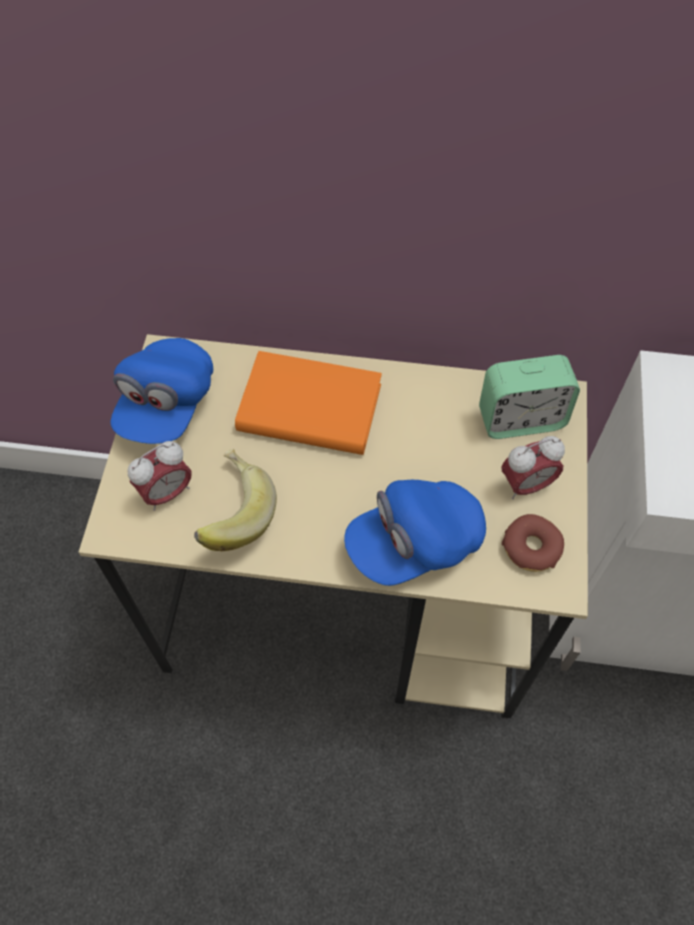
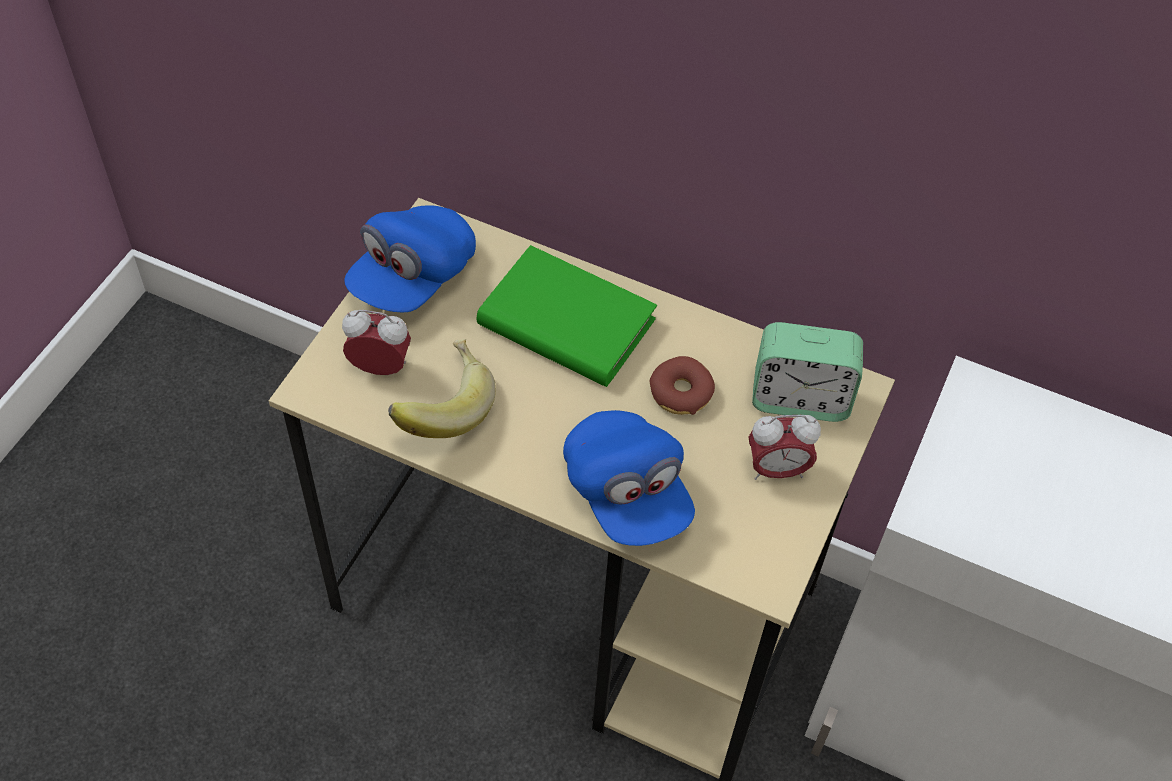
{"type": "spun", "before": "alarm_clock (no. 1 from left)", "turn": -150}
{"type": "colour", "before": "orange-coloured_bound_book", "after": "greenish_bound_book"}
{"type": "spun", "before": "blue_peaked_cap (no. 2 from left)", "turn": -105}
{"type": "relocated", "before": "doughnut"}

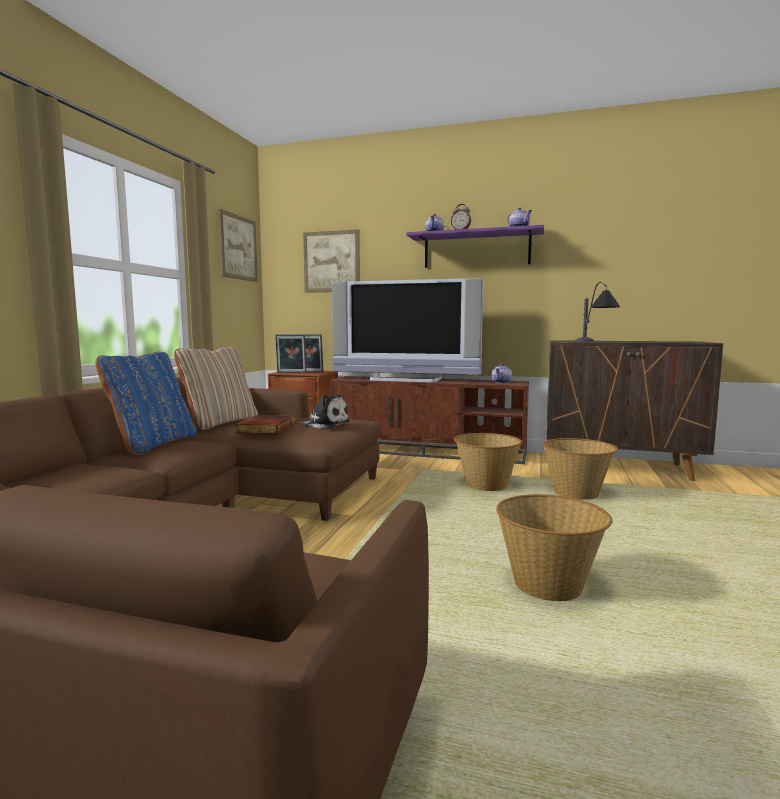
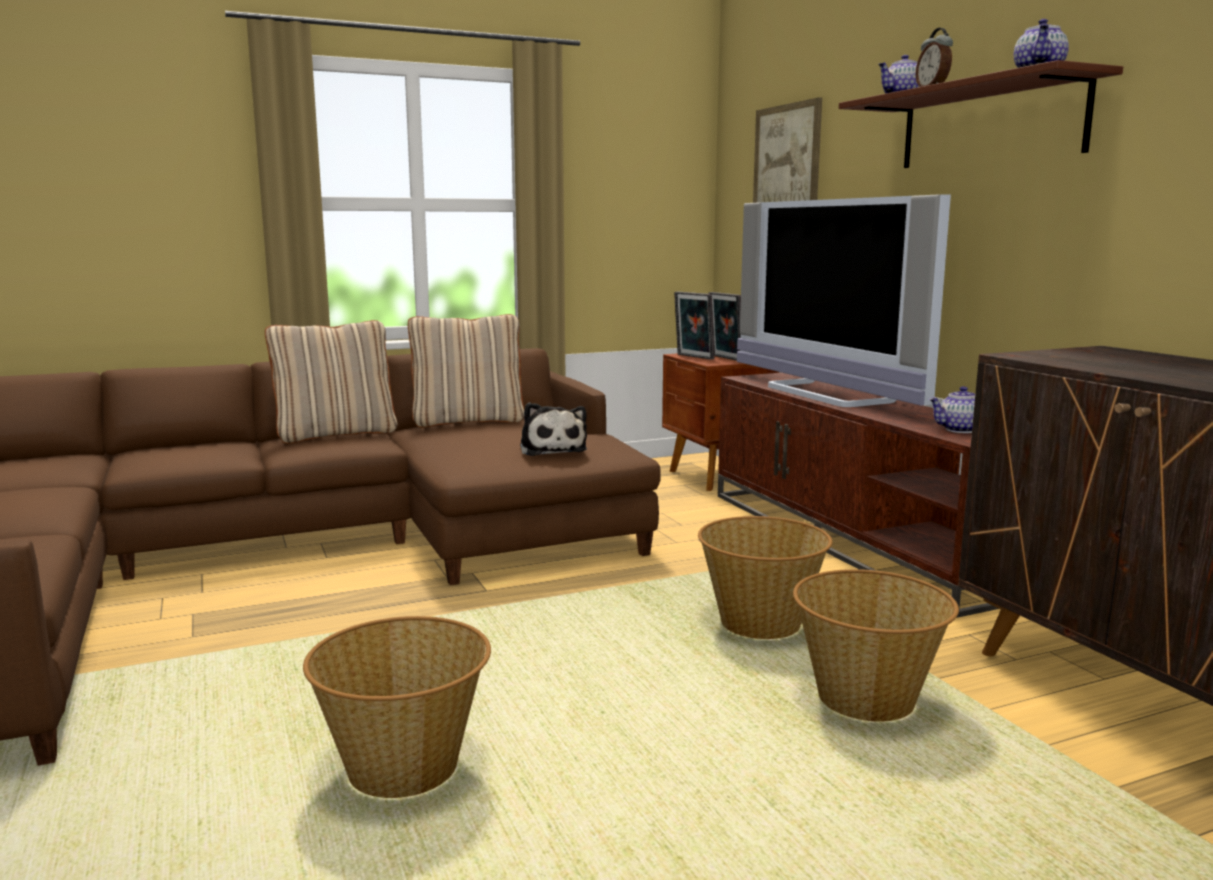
{"type": "colour", "before": "blue_throw_pillow", "after": "beige-coloured_throw_pillow (no. 1 from left)"}
{"type": "missing", "before": "picture (no. 1 from left)"}
{"type": "missing", "before": "bound_book"}
{"type": "colour", "before": "purplish_wall_shelf", "after": "brown-coloured_wall_shelf"}
{"type": "missing", "before": "lamp_for_a_table"}

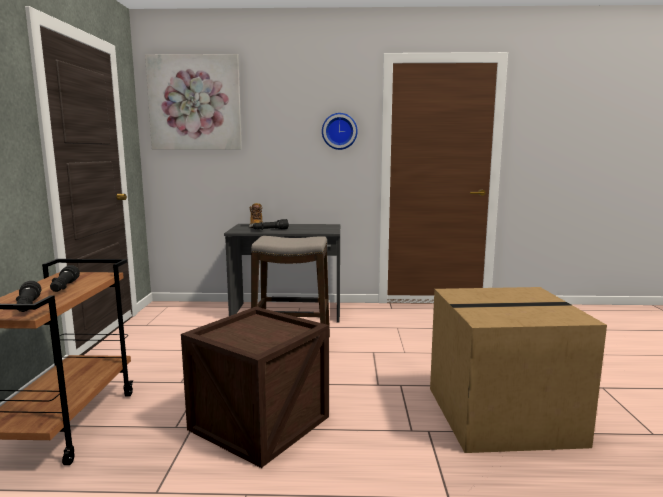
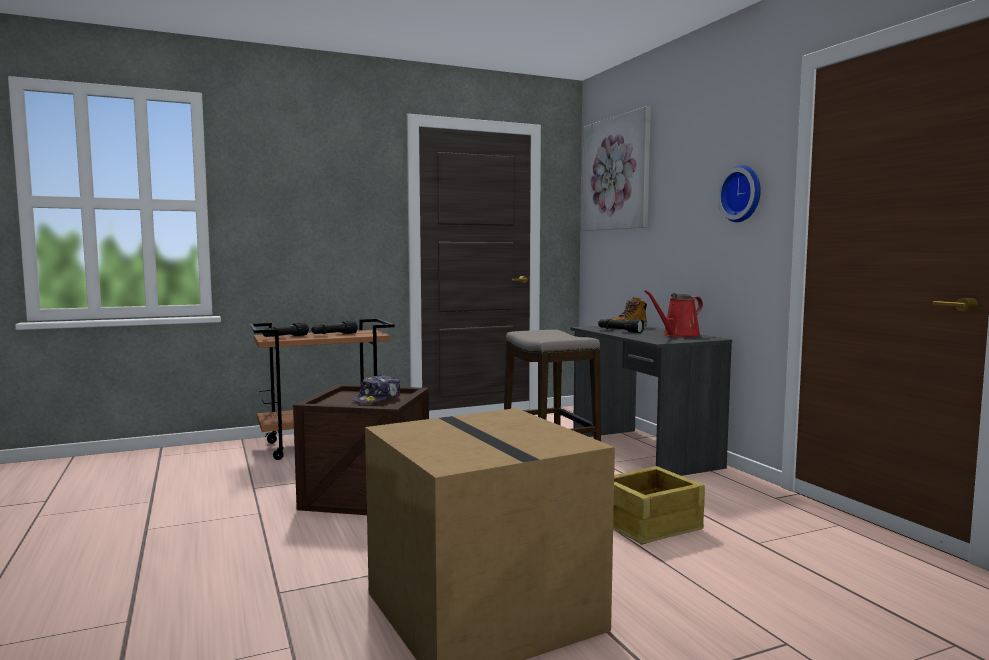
{"type": "appeared", "after": "peaked_cap"}
{"type": "appeared", "after": "packing_crate (no. 2 from left)"}
{"type": "appeared", "after": "red_sprinkling_can"}

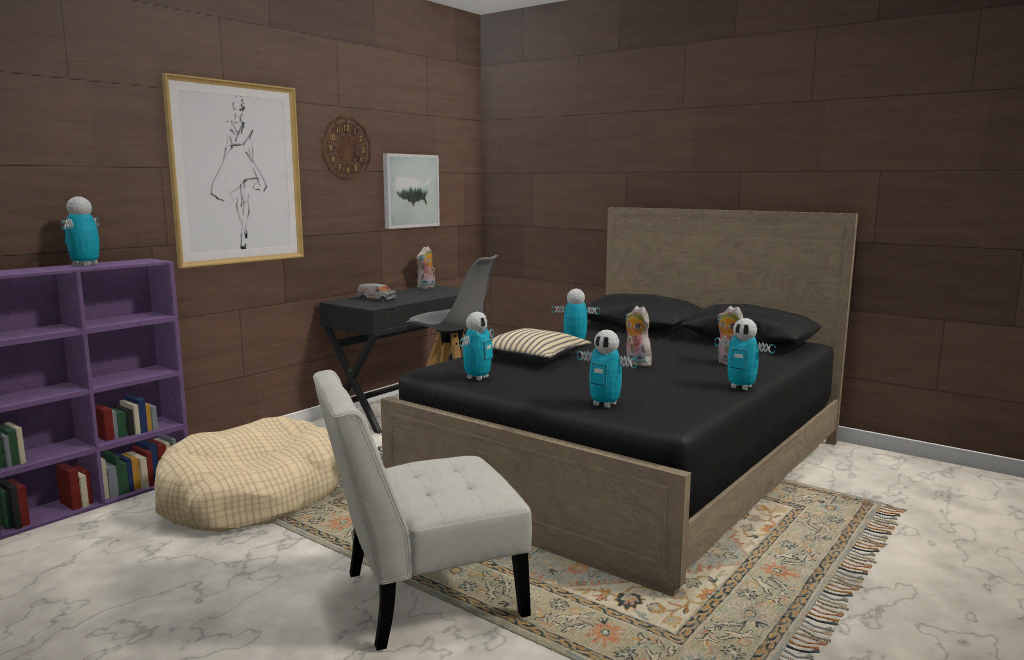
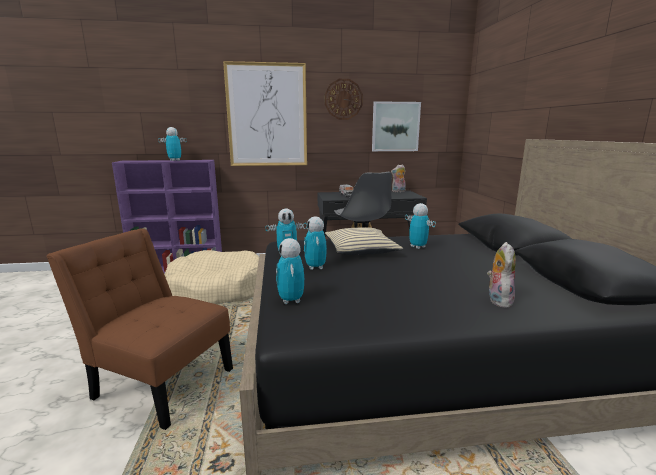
{"type": "colour", "before": "whitish_chair", "after": "brown-coloured_chair"}
{"type": "missing", "before": "soft_toy (no. 2 from left)"}
{"type": "relocated", "before": "model_robot (no. 5 from left in the first image)", "after": "model_robot (no. 4 from left)"}

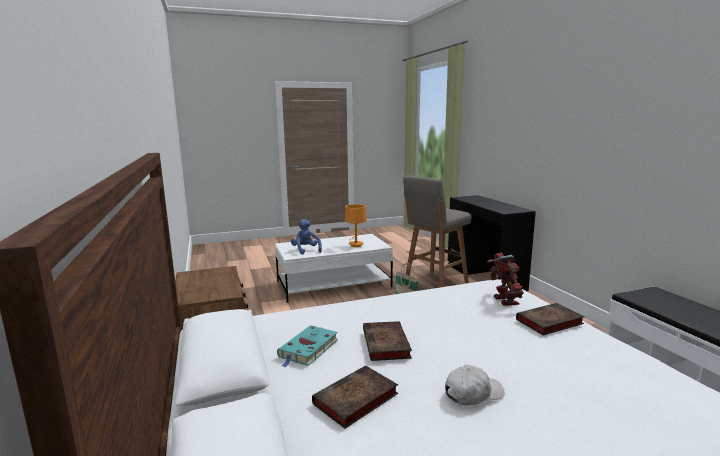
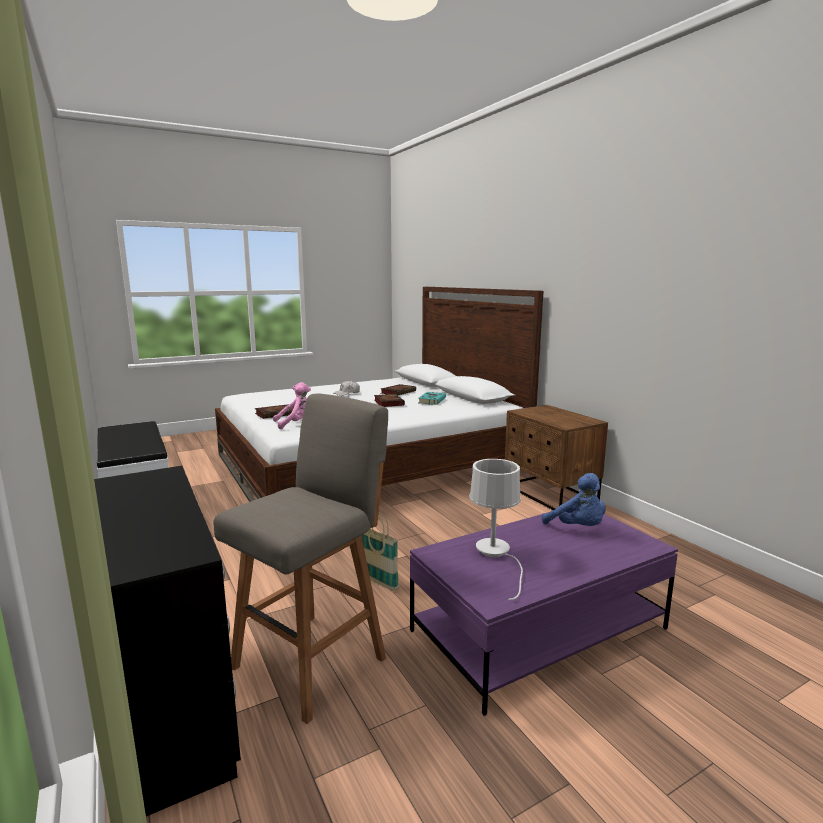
{"type": "colour", "before": "whitish_lounge_table", "after": "purplish_lounge_table"}
{"type": "colour", "before": "orange-coloured_lamp_for_a_table", "after": "whitish_lamp_for_a_table"}
{"type": "exchanged", "before": "model_robot", "after": "pinkish_soft_toy"}

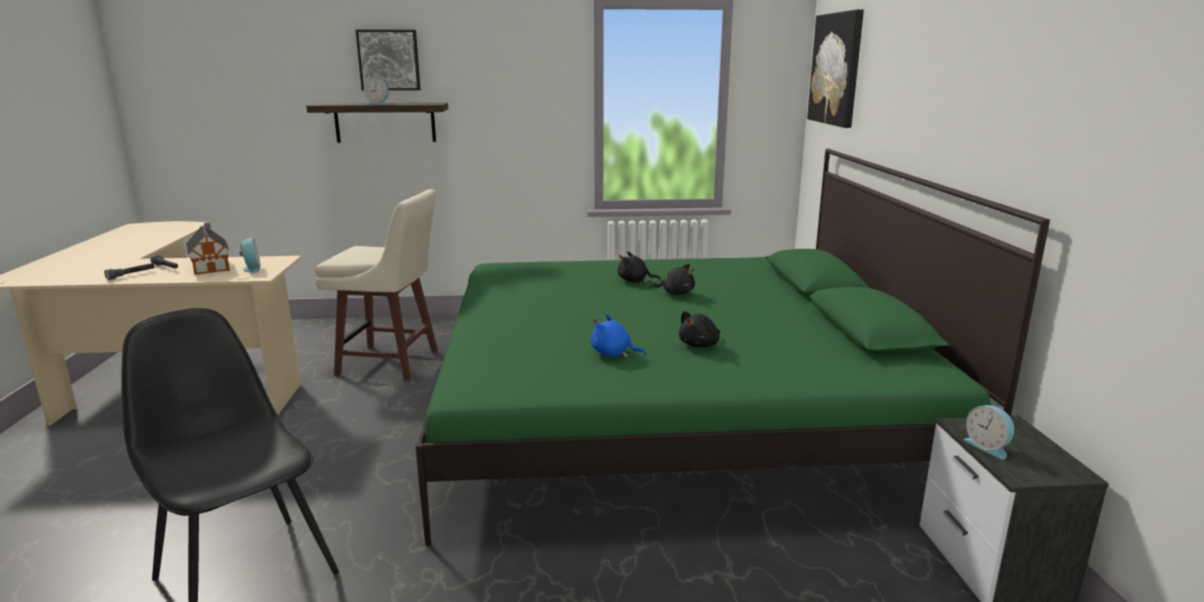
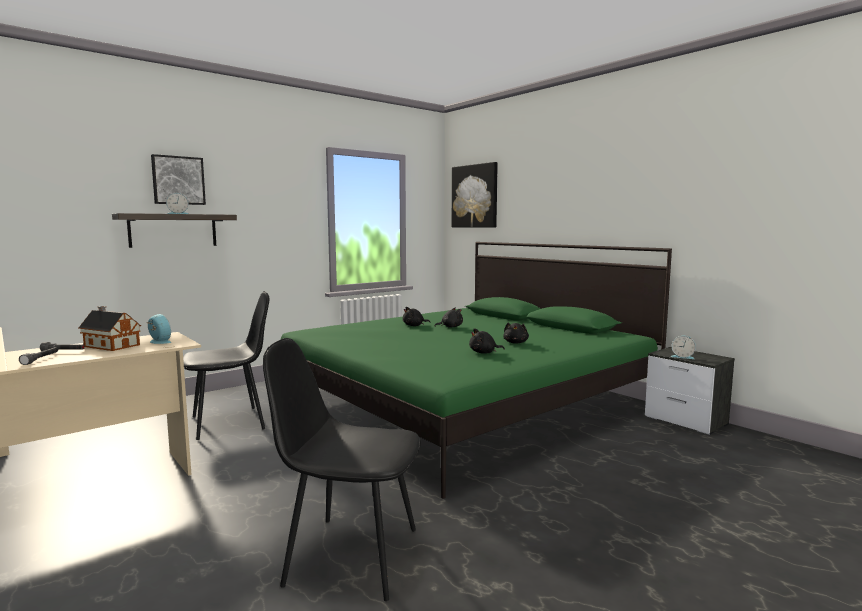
{"type": "exchanged", "before": "beige-coloured_sitting_stool", "after": "blackish_chair (no. 1 from left)"}
{"type": "colour", "before": "blue_soft_toy", "after": "blackish_soft_toy (no. 3 from left)"}

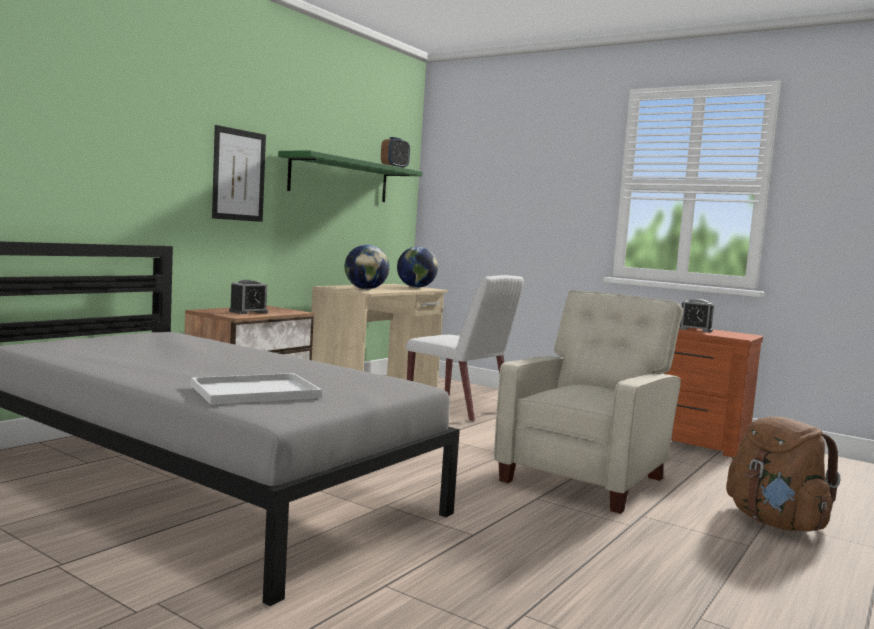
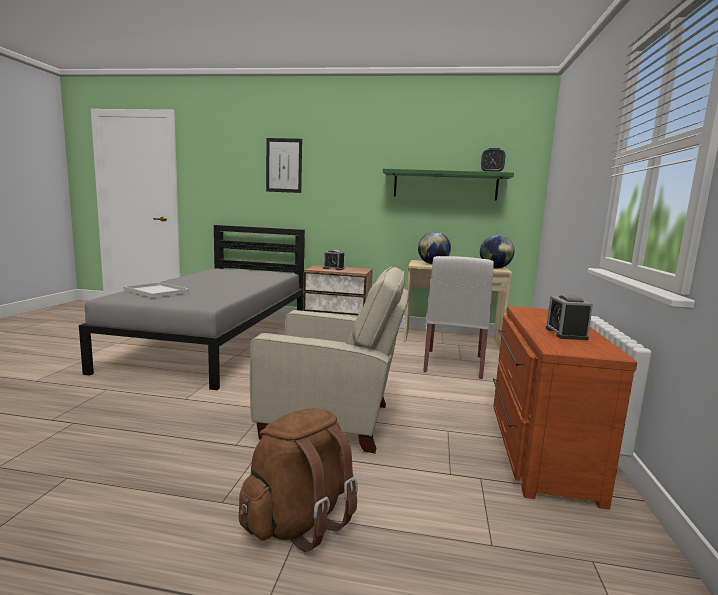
{"type": "relocated", "before": "picture"}

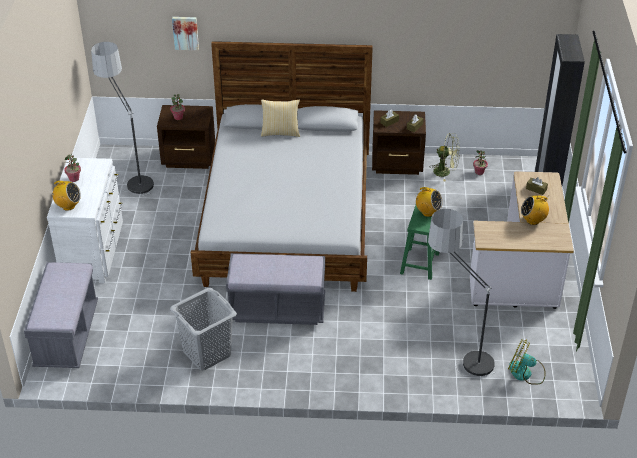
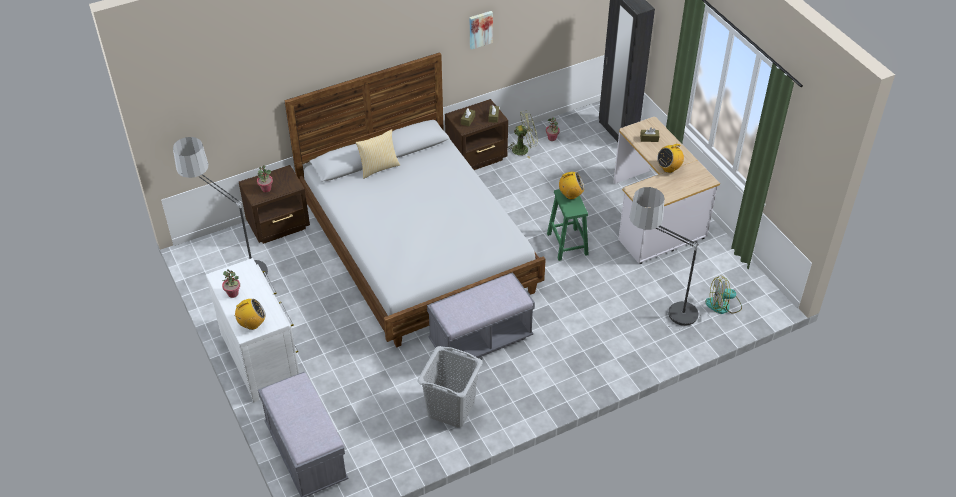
{"type": "relocated", "before": "picture"}

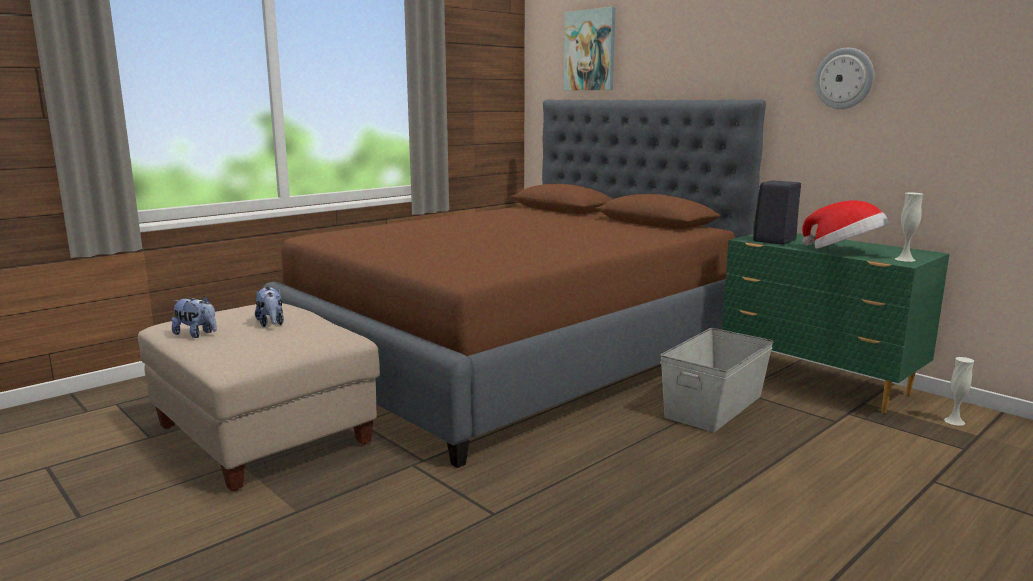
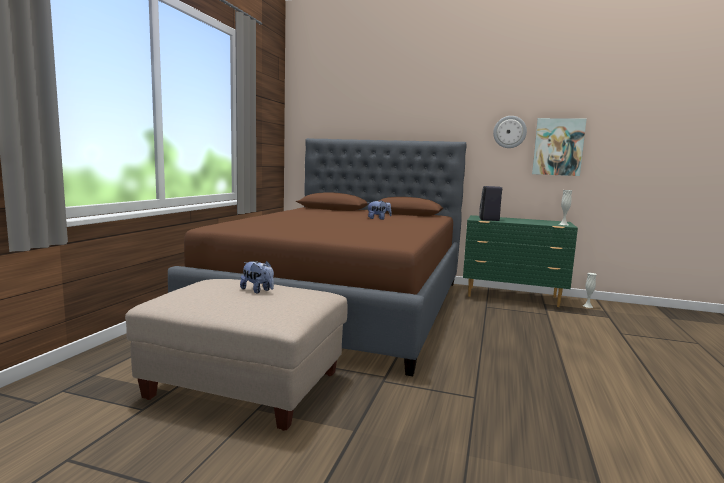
{"type": "relocated", "before": "soft_toy (no. 1 from left in the first image)", "after": "soft_toy (no. 2 from left)"}
{"type": "relocated", "before": "picture"}
{"type": "missing", "before": "grey_storage_bin"}
{"type": "missing", "before": "wearable_hat"}

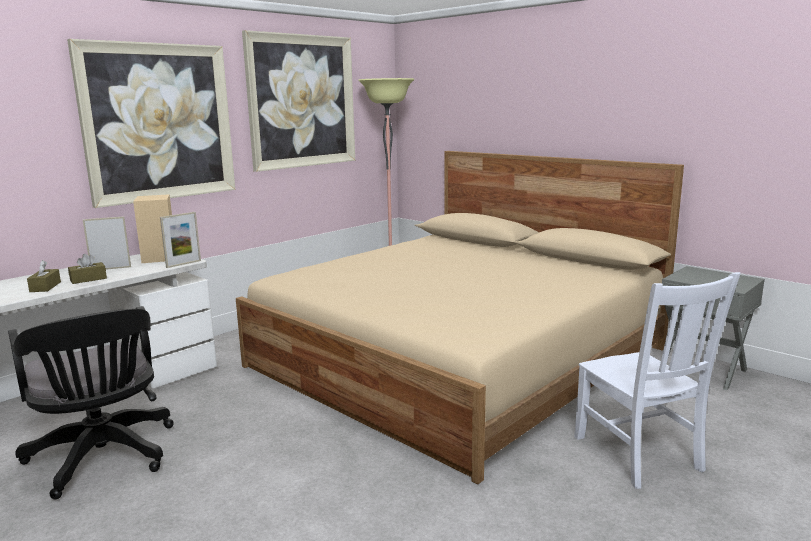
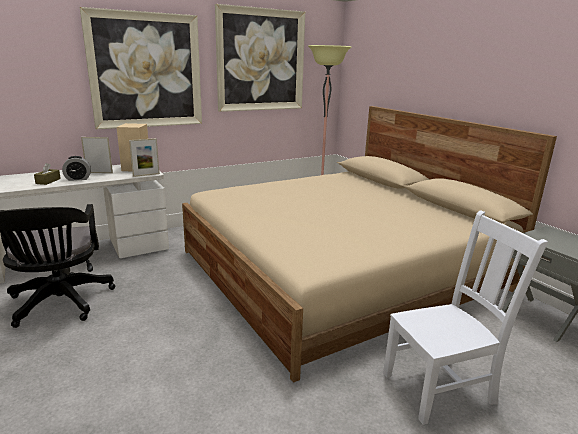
{"type": "exchanged", "before": "brown-coloured_box_of_tissues (no. 2 from left)", "after": "alarm_clock"}
{"type": "spun", "before": "whitish_chair", "turn": -105}

